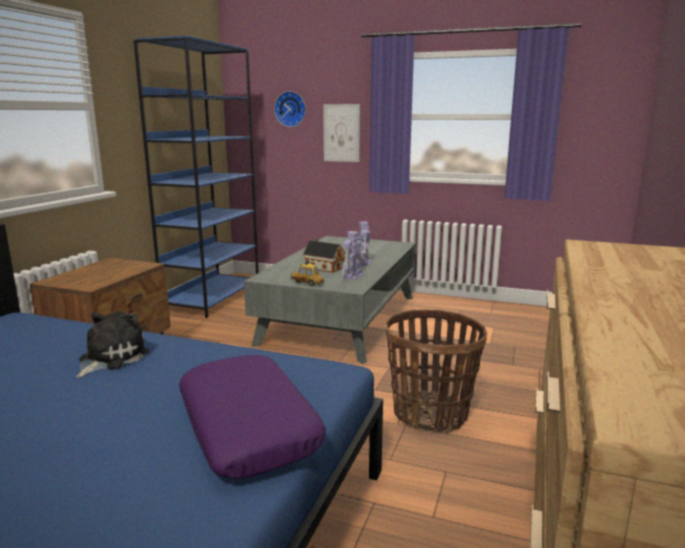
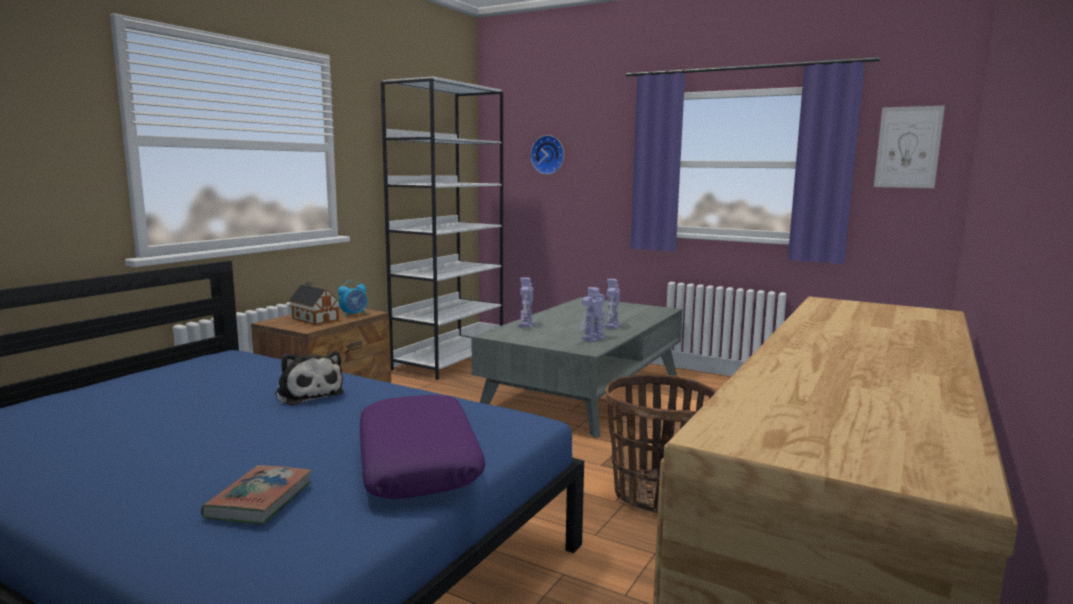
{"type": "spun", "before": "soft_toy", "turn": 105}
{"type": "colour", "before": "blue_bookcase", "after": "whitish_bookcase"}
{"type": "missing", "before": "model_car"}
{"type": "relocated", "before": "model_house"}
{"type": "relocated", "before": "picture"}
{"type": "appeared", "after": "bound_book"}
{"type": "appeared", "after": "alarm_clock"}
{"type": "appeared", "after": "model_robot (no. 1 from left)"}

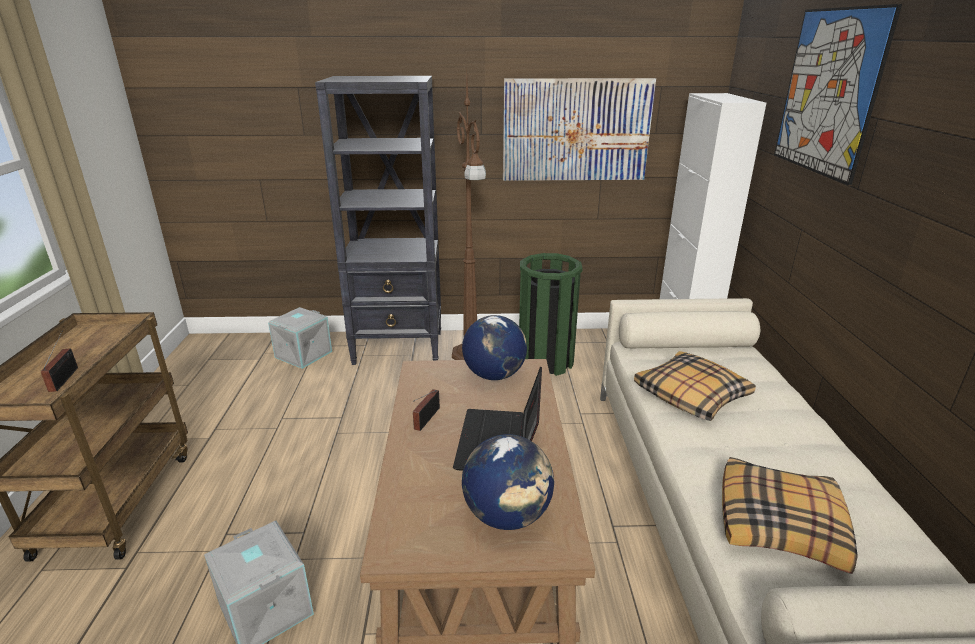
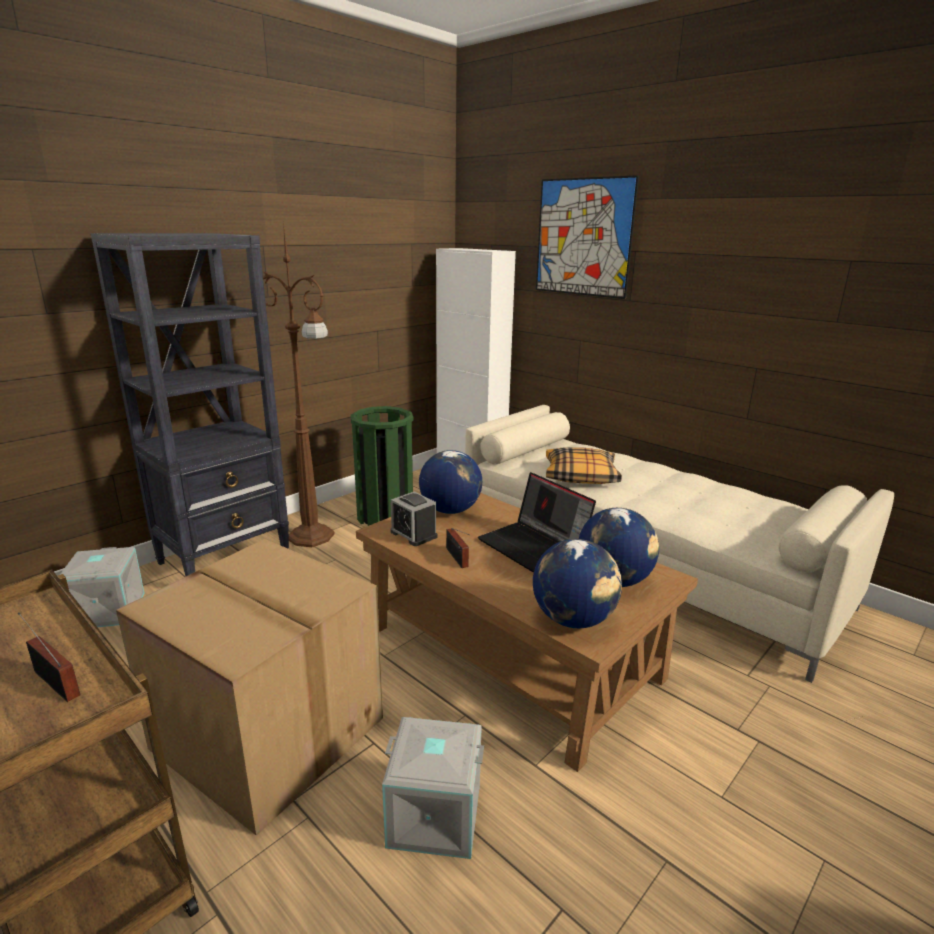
{"type": "missing", "before": "picture (no. 1 from left)"}
{"type": "missing", "before": "throw_pillow (no. 2 from left)"}
{"type": "appeared", "after": "cardboard_box"}
{"type": "appeared", "after": "alarm_clock"}
{"type": "appeared", "after": "world_globe (no. 2 from left)"}

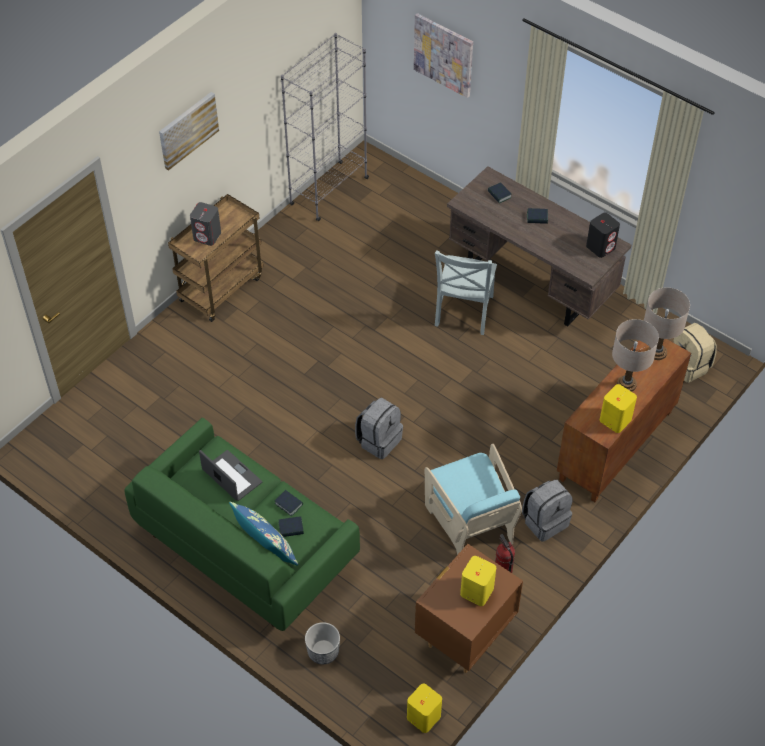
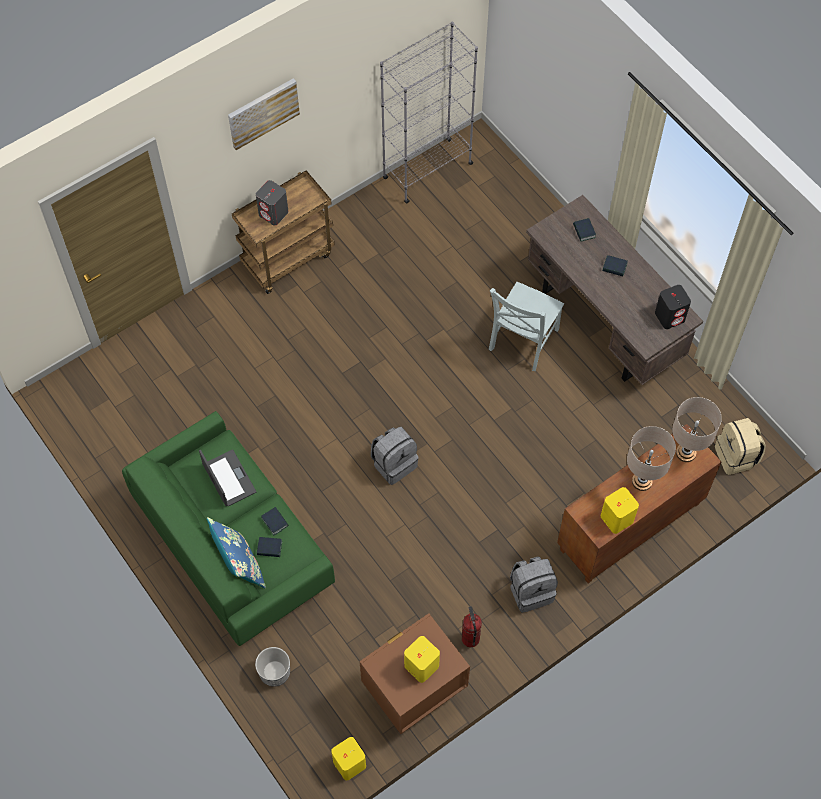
{"type": "missing", "before": "picture (no. 2 from left)"}
{"type": "missing", "before": "blue-green_easy_chair"}

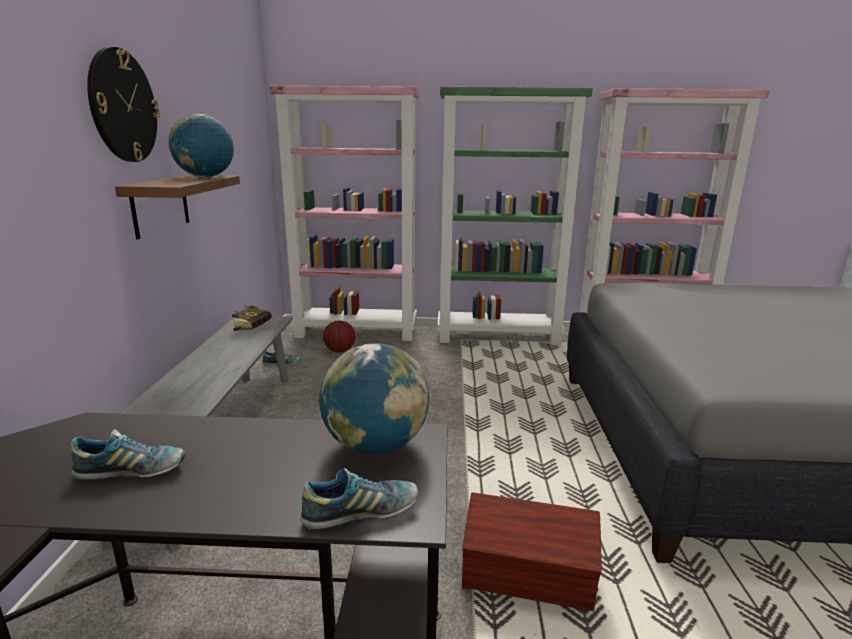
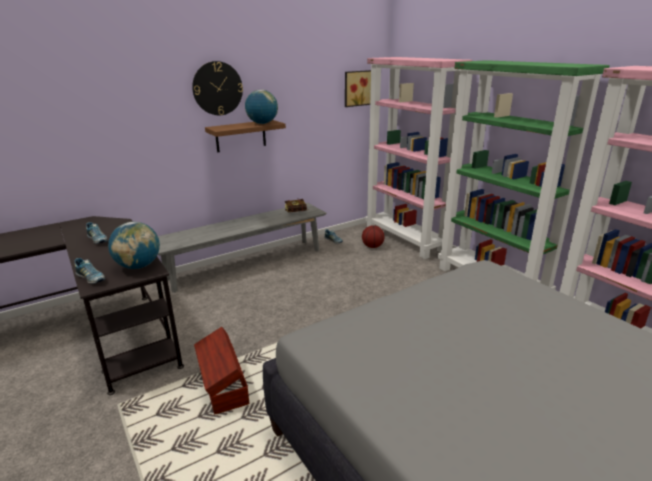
{"type": "appeared", "after": "picture"}

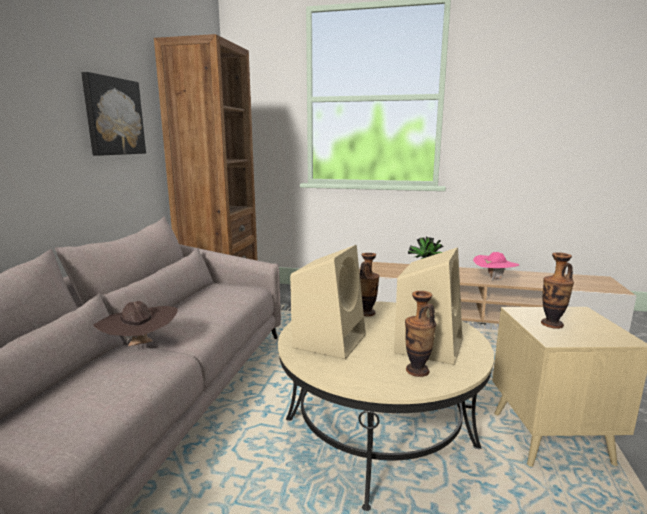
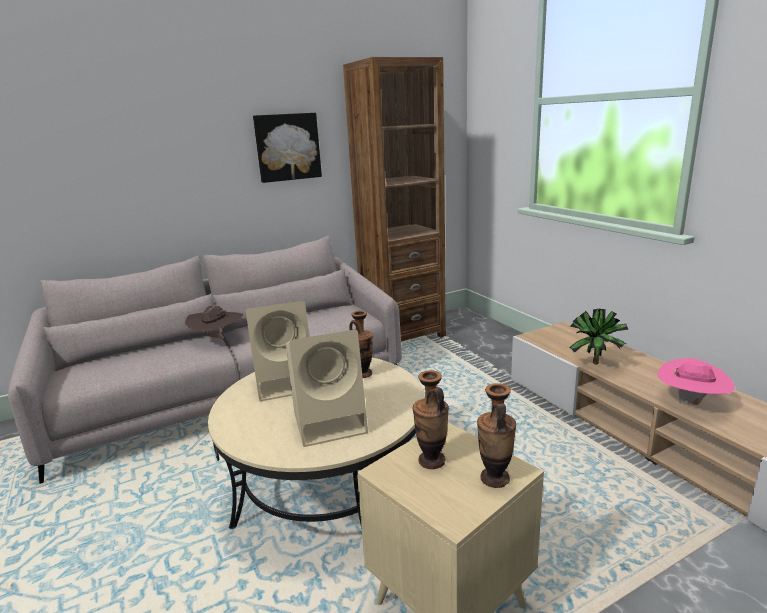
{"type": "relocated", "before": "flower_vase (no. 2 from left in the first image)", "after": "flower_vase (no. 3 from left)"}

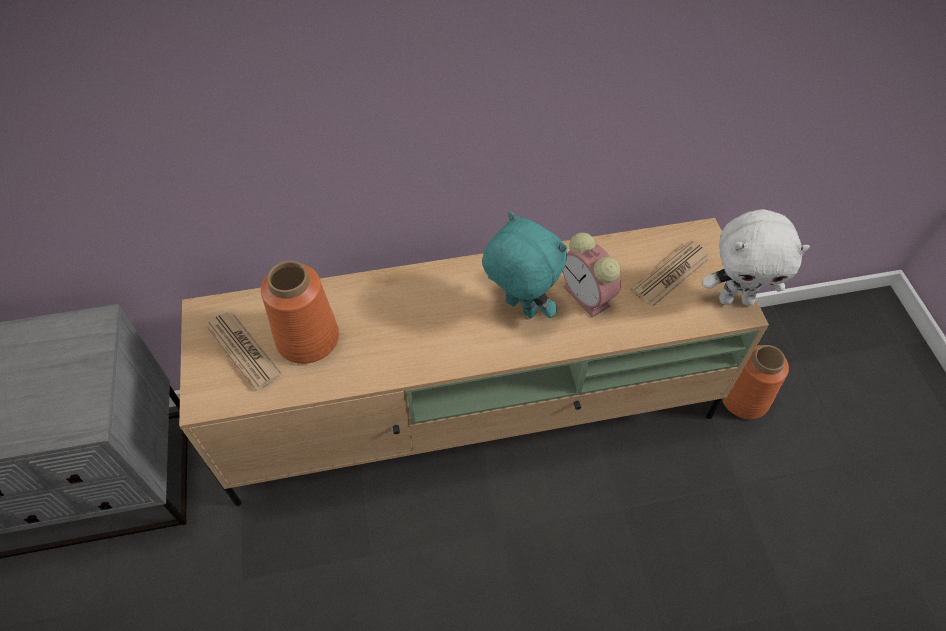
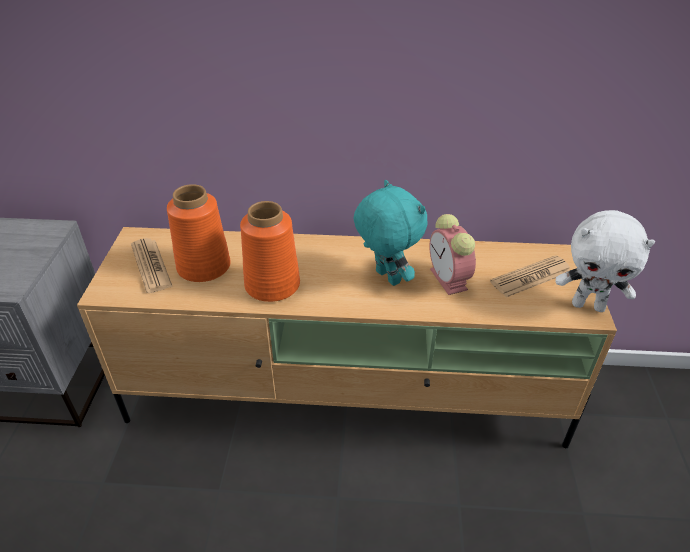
{"type": "relocated", "before": "orange-coloured_flower_vase (no. 2 from left)"}

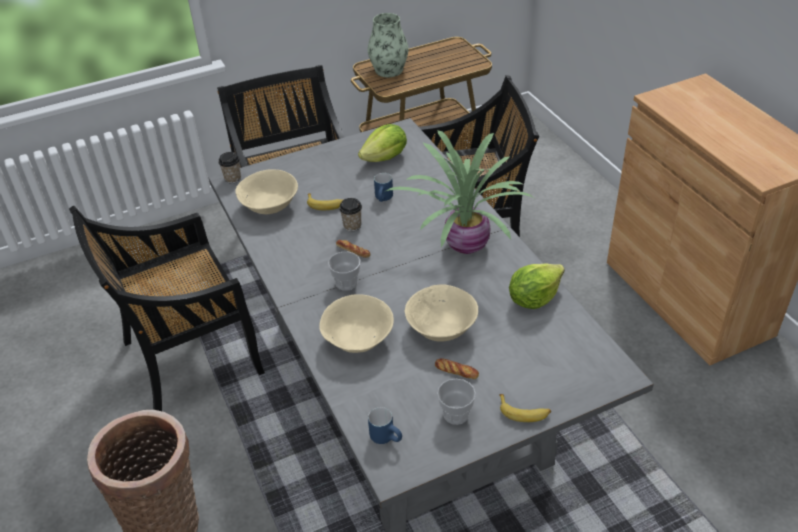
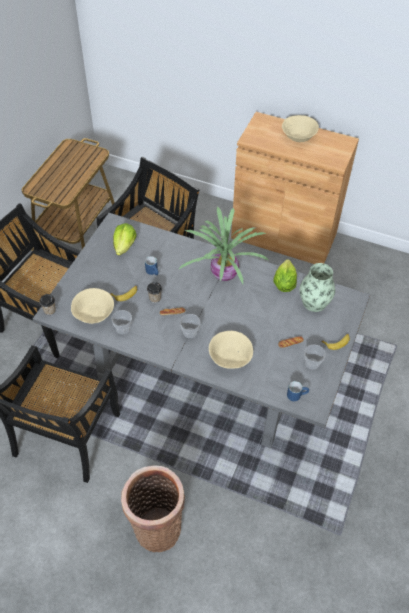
{"type": "relocated", "before": "flower_vase"}
{"type": "relocated", "before": "beige-coloured_serving_bowl (no. 3 from left)"}
{"type": "appeared", "after": "drinking_cup (no. 2 from left)"}

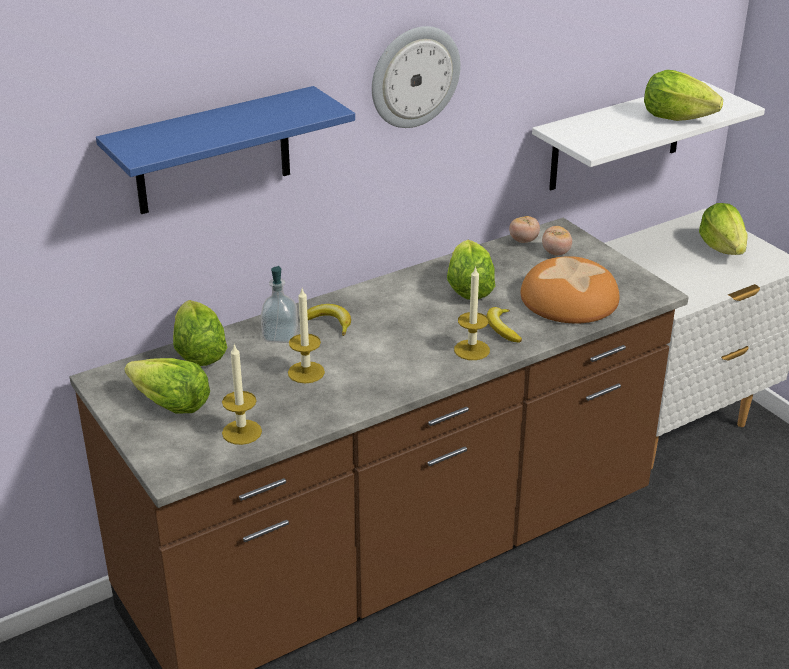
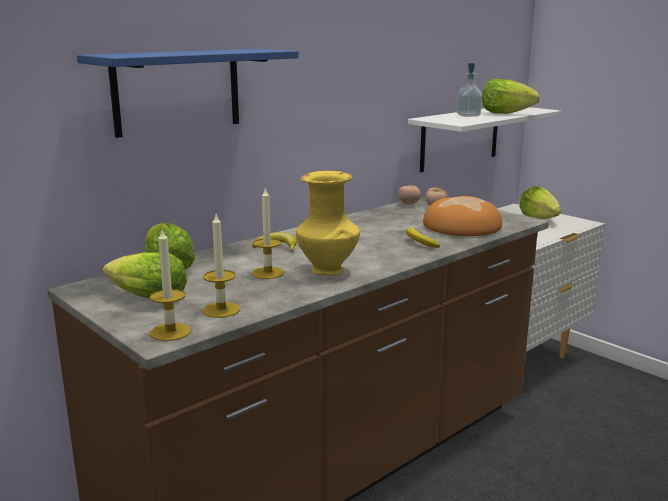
{"type": "relocated", "before": "soap_dispenser"}
{"type": "missing", "before": "clock_on_the_wall"}
{"type": "missing", "before": "lettuce (no. 3 from left)"}
{"type": "relocated", "before": "candle (no. 3 from left in the first image)", "after": "candle (no. 1 from left)"}
{"type": "appeared", "after": "yellow-coloured_flower_vase"}

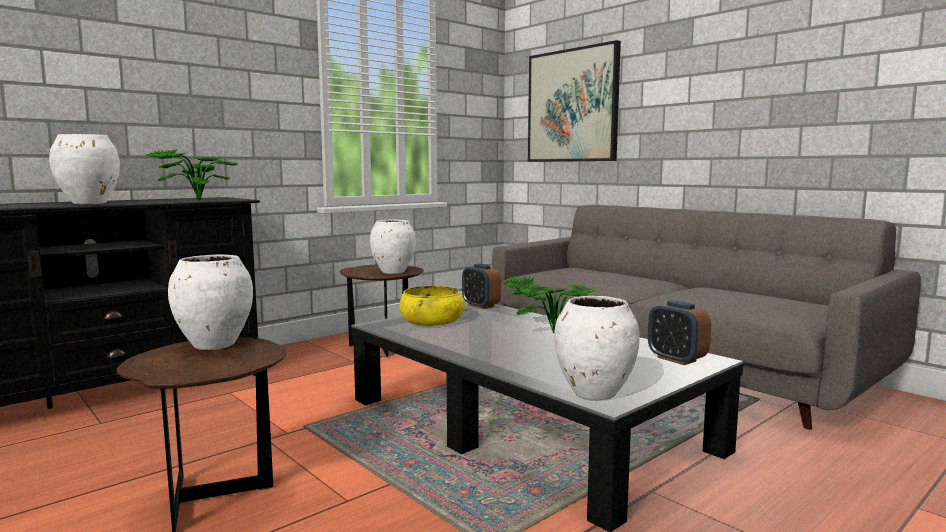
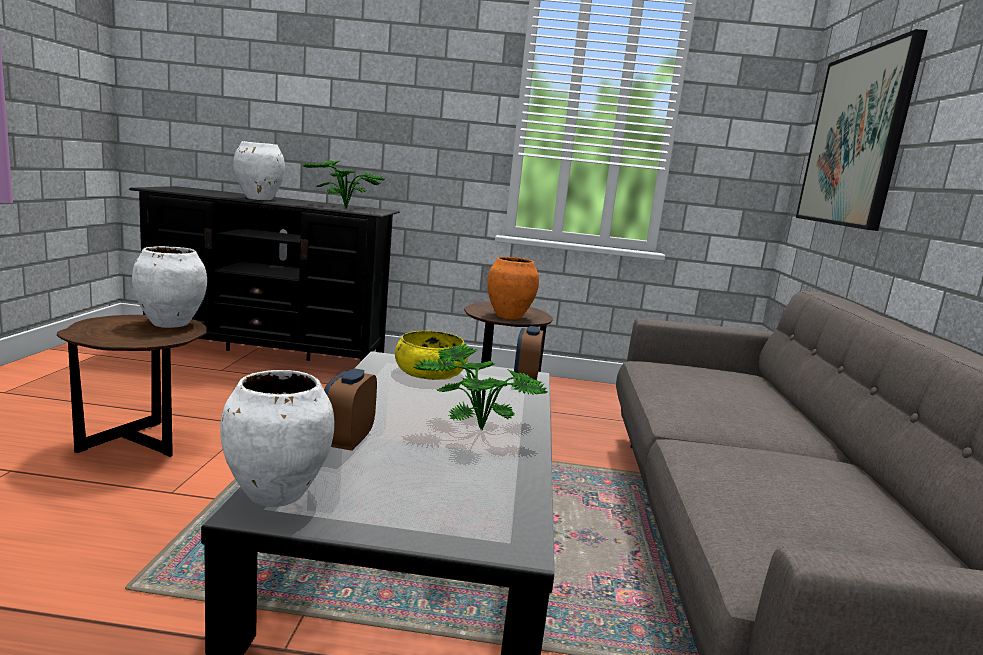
{"type": "colour", "before": "whitish_flower_vase (no. 3 from left)", "after": "orange-coloured_flower_vase"}
{"type": "relocated", "before": "alarm_clock (no. 2 from left in the first image)", "after": "alarm_clock (no. 1 from left)"}

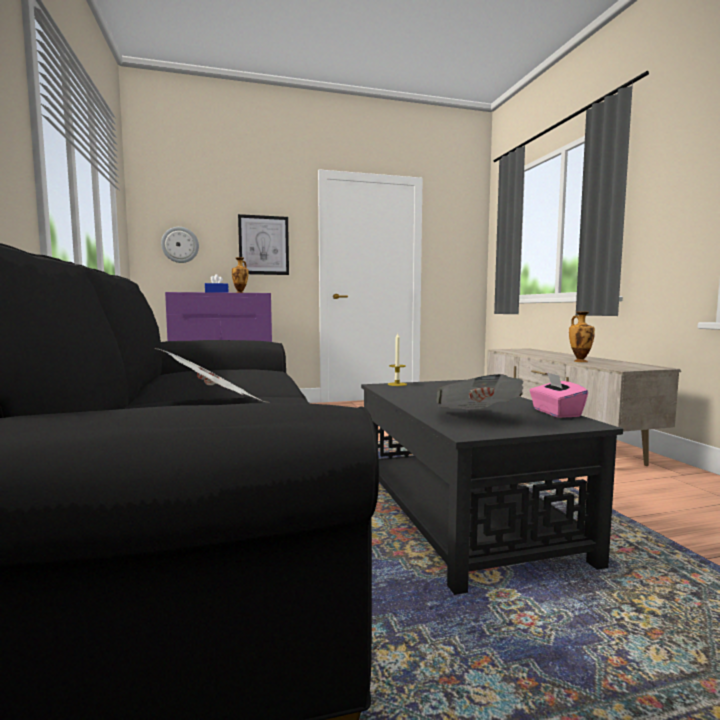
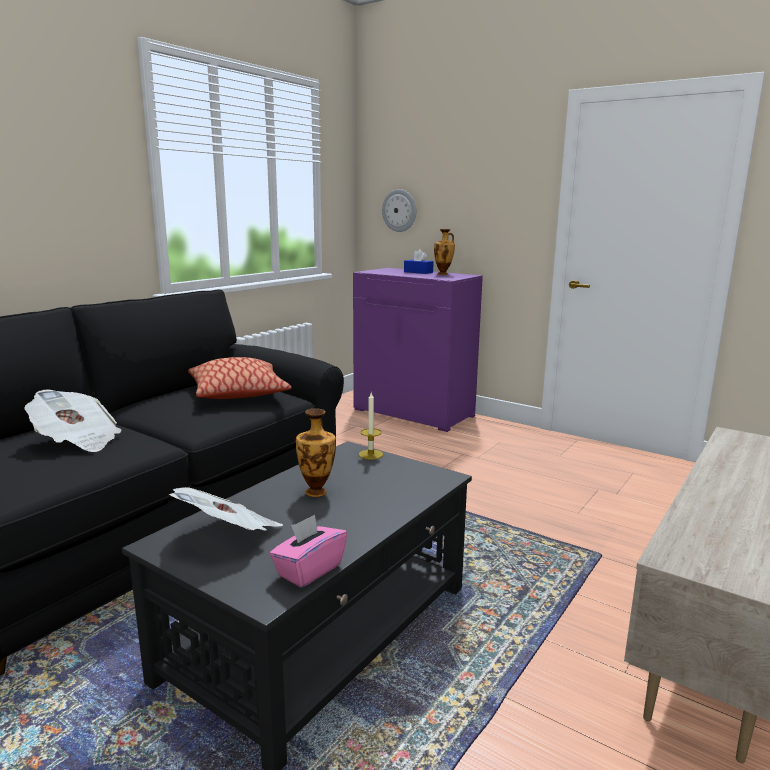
{"type": "missing", "before": "picture"}
{"type": "relocated", "before": "flower_vase (no. 2 from left in the first image)", "after": "flower_vase (no. 1 from left)"}
{"type": "appeared", "after": "throw_pillow"}

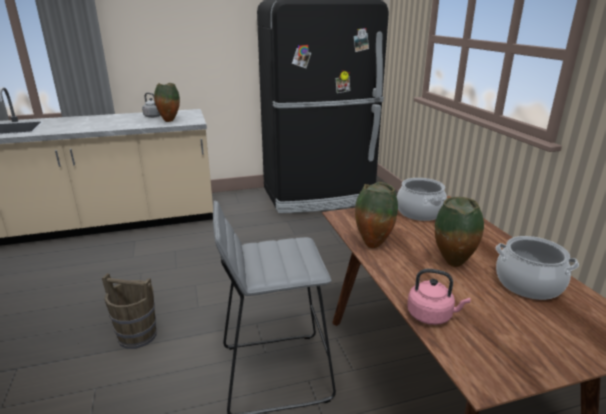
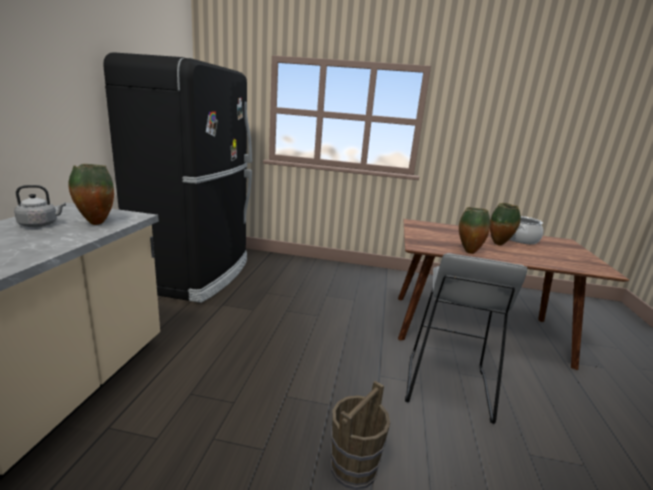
{"type": "missing", "before": "stockpot (no. 1 from left)"}
{"type": "missing", "before": "pinkish_water_kettle"}

